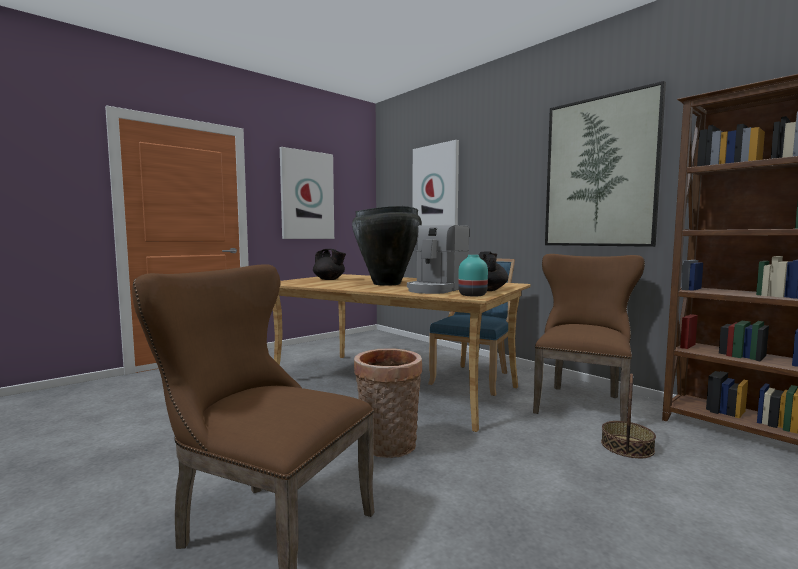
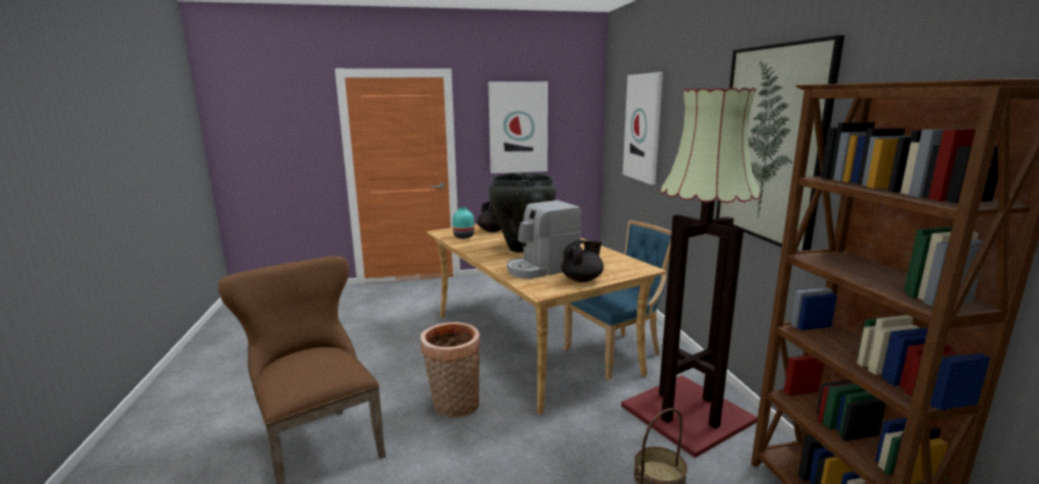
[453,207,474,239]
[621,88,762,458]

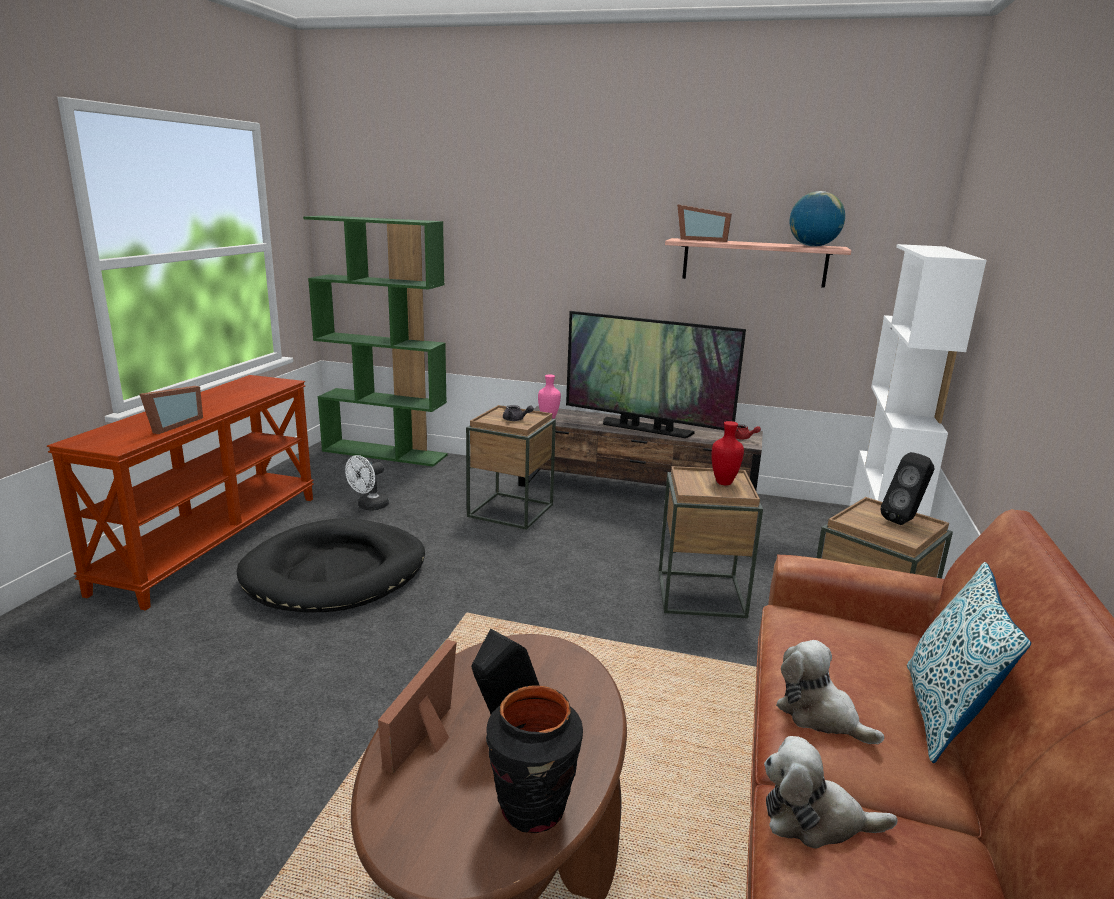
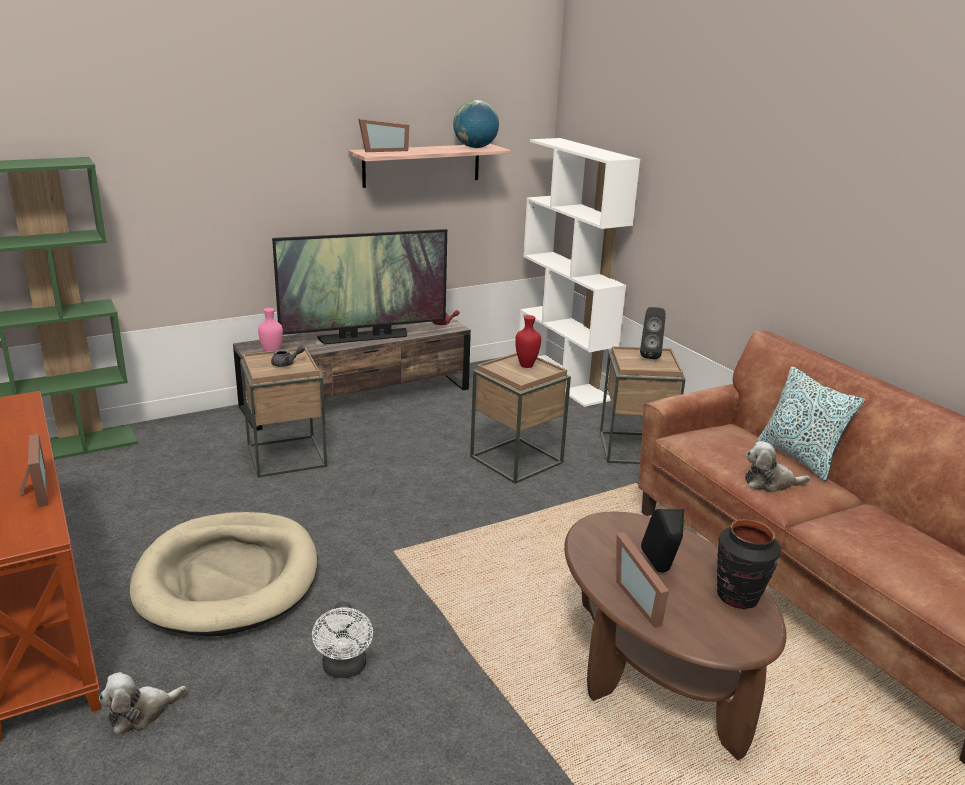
[312,601,373,678]
[99,672,187,735]
[129,512,317,636]

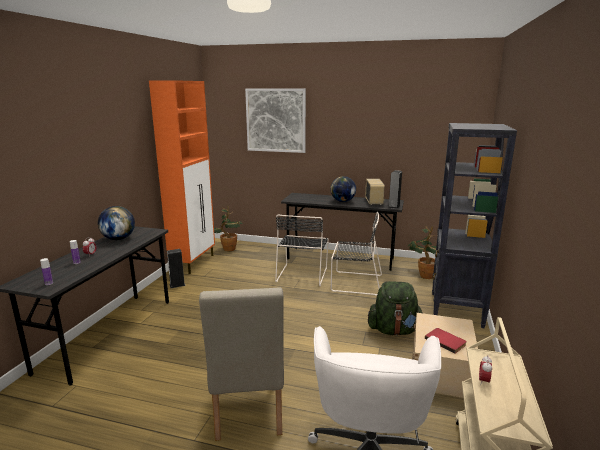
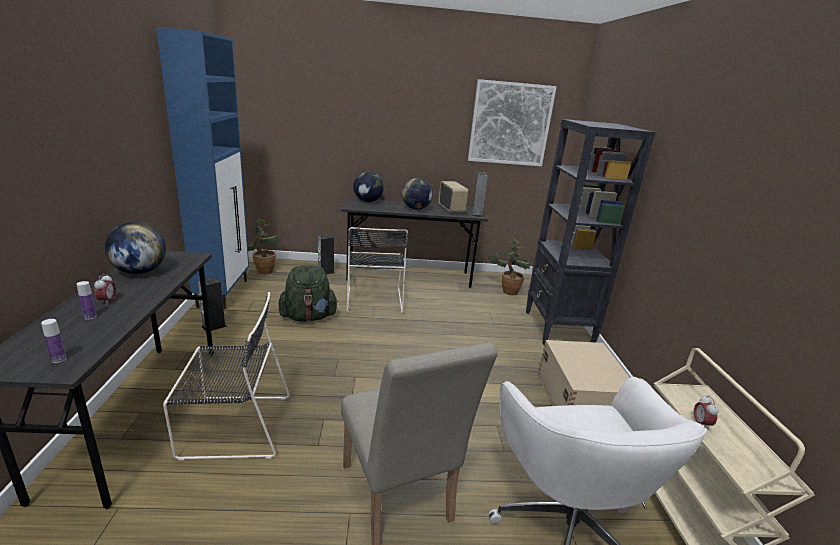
[425,328,467,353] (first image)
[318,234,334,275]
[353,171,384,202]
[468,79,557,167]
[163,292,290,460]
[278,266,338,322]
[156,27,249,309]

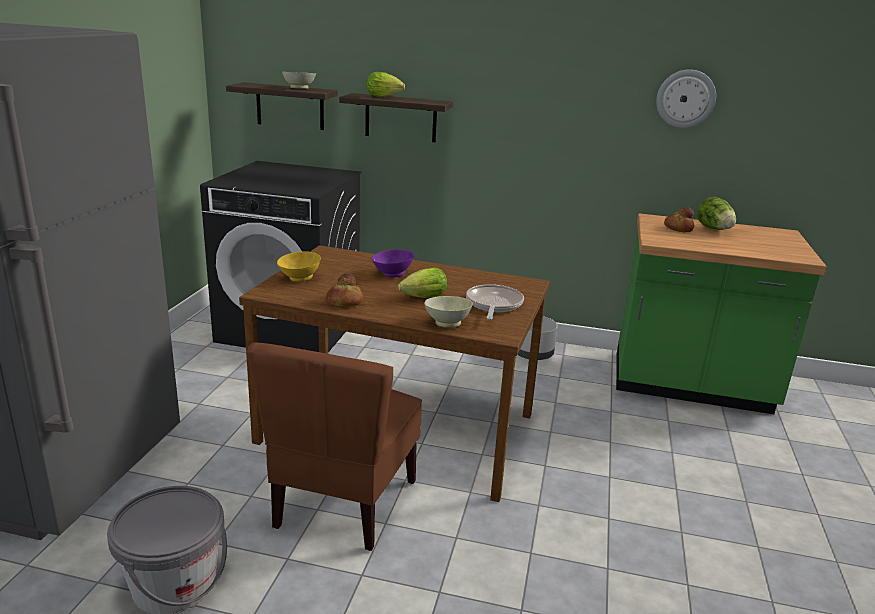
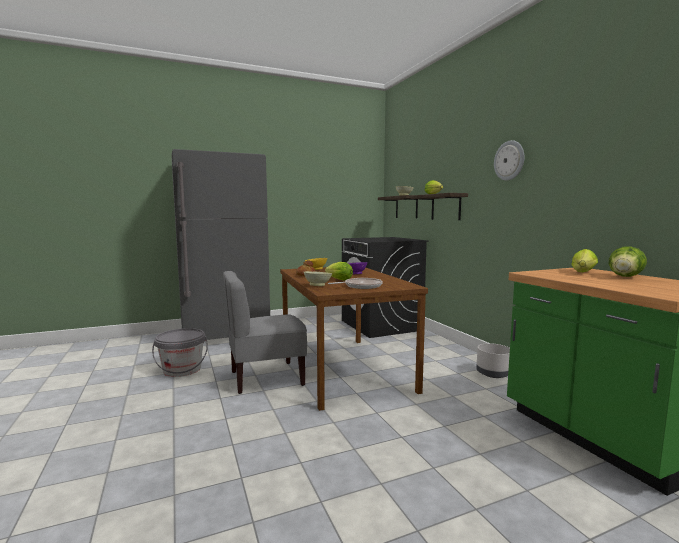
[494,140,524,181]
[571,249,598,272]
[223,271,307,394]

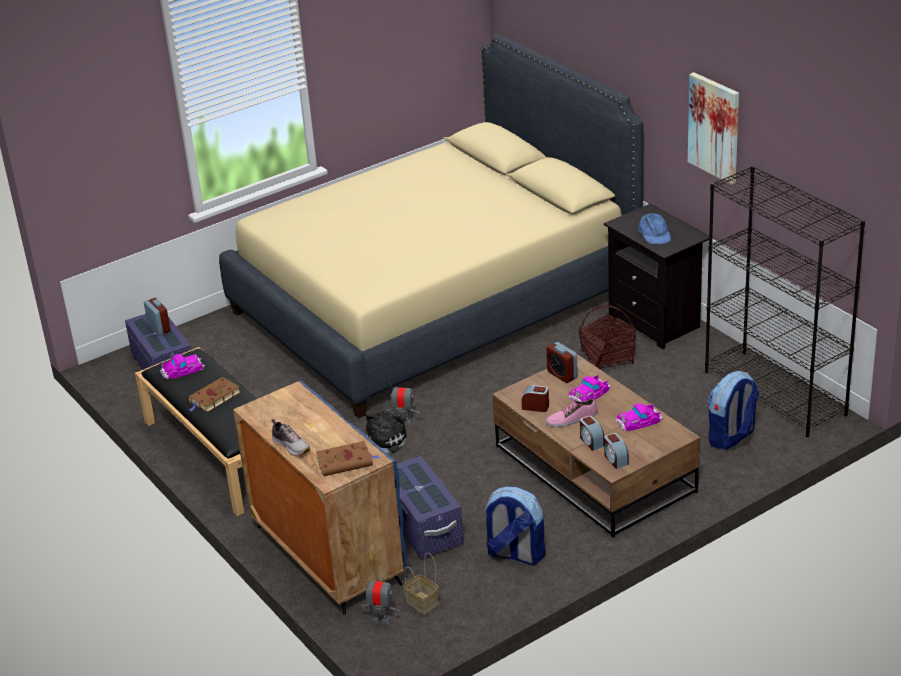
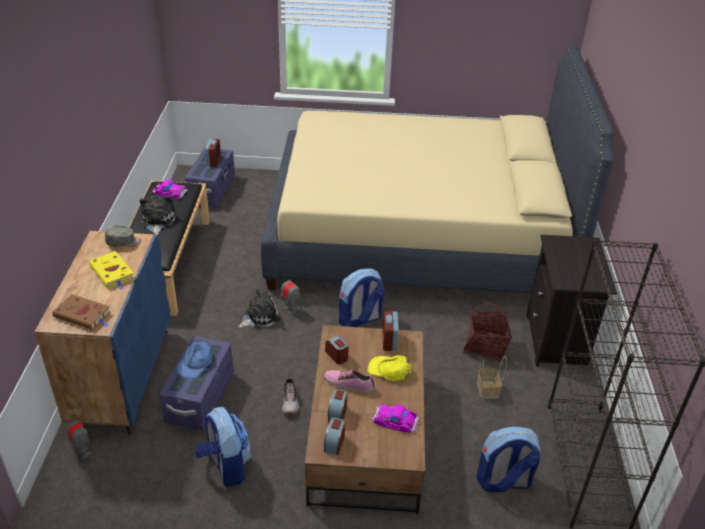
[688,72,739,184] (first image)
[89,251,135,290]
[105,225,142,247]
[339,268,384,327]
[282,374,299,414]
[477,357,507,399]
[176,340,213,379]
[139,195,175,235]
[368,355,411,381]

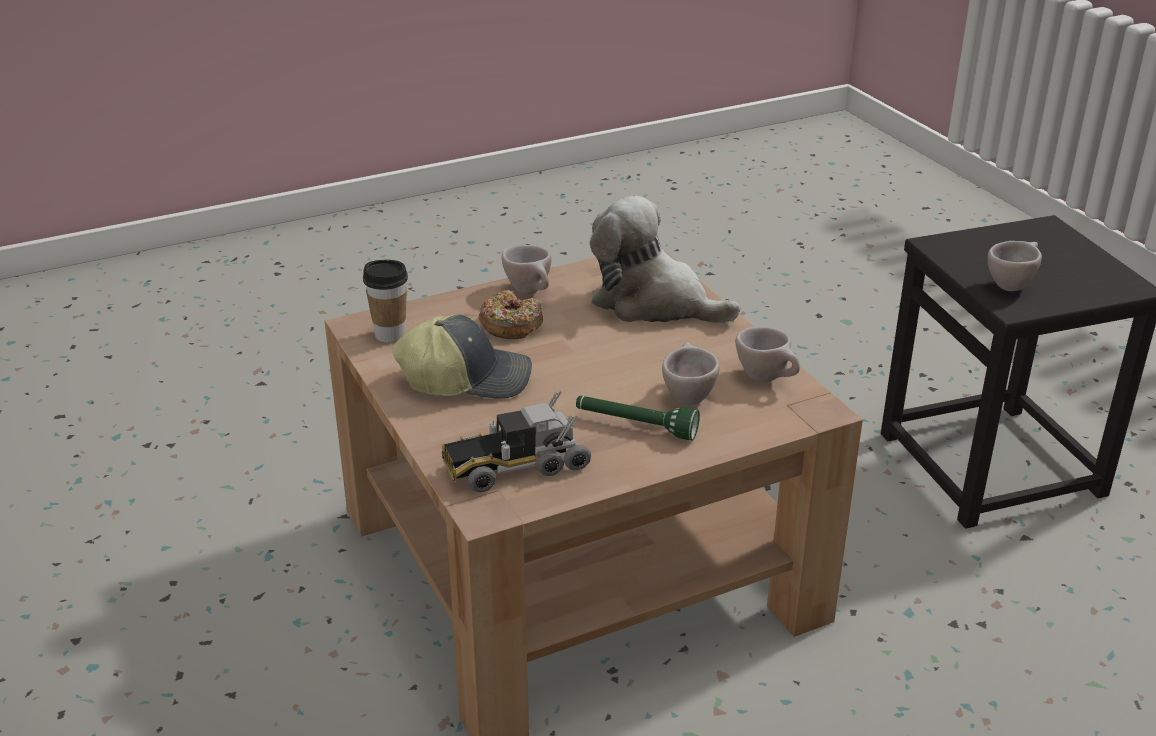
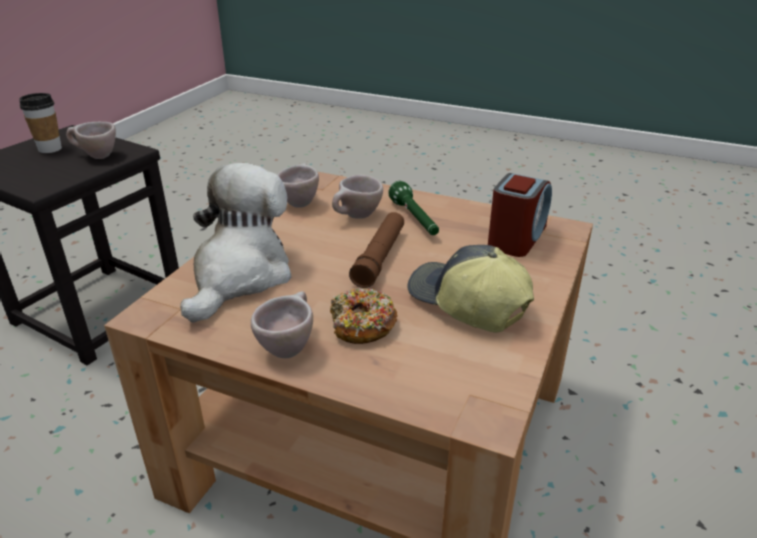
[349,212,404,288]
[19,93,62,153]
[488,173,552,257]
[180,163,291,323]

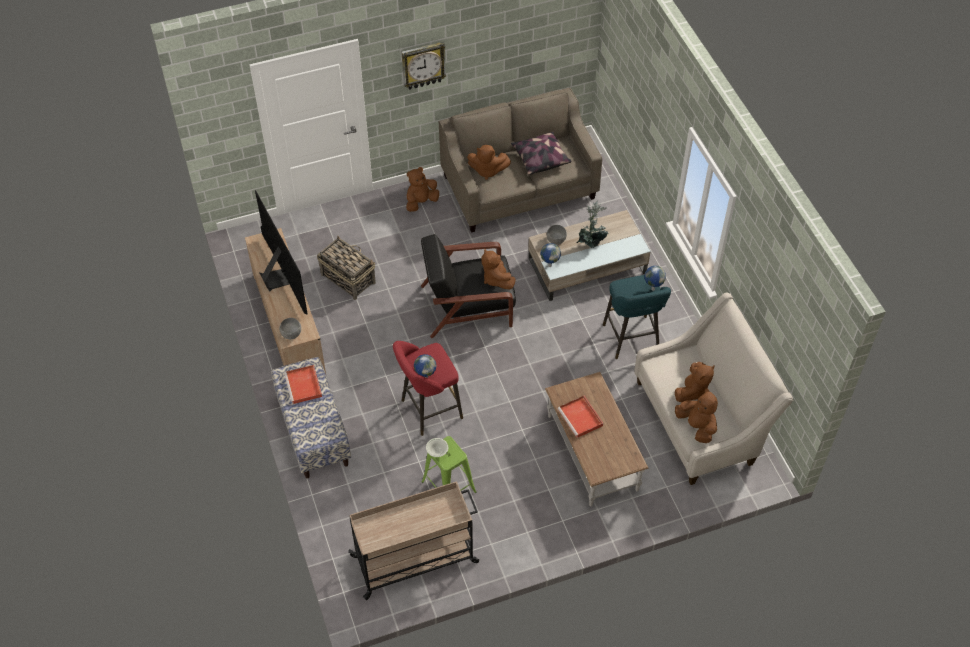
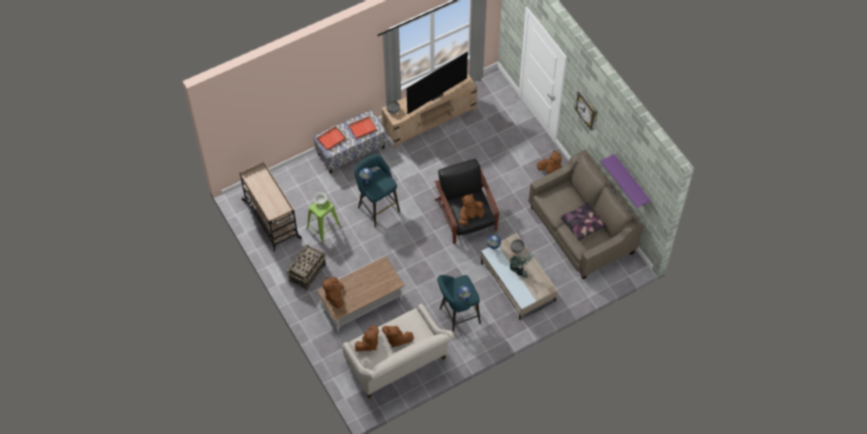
[601,154,651,208]
[287,244,326,291]
[323,277,344,308]
[317,126,346,151]
[354,154,400,228]

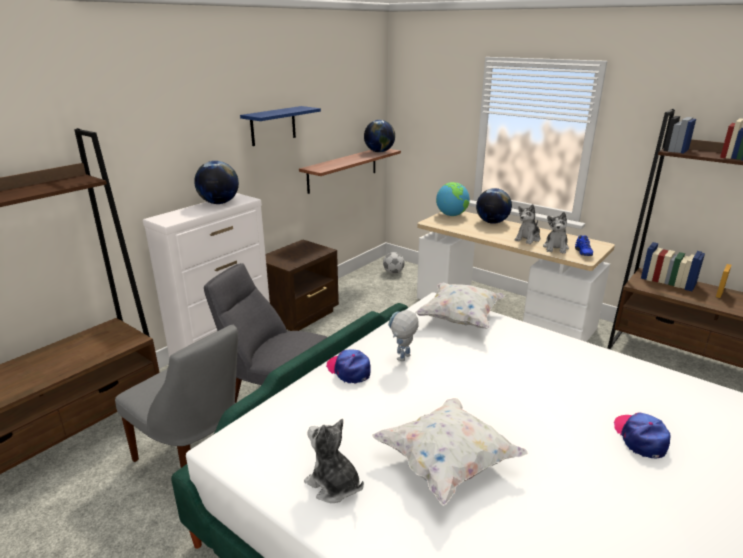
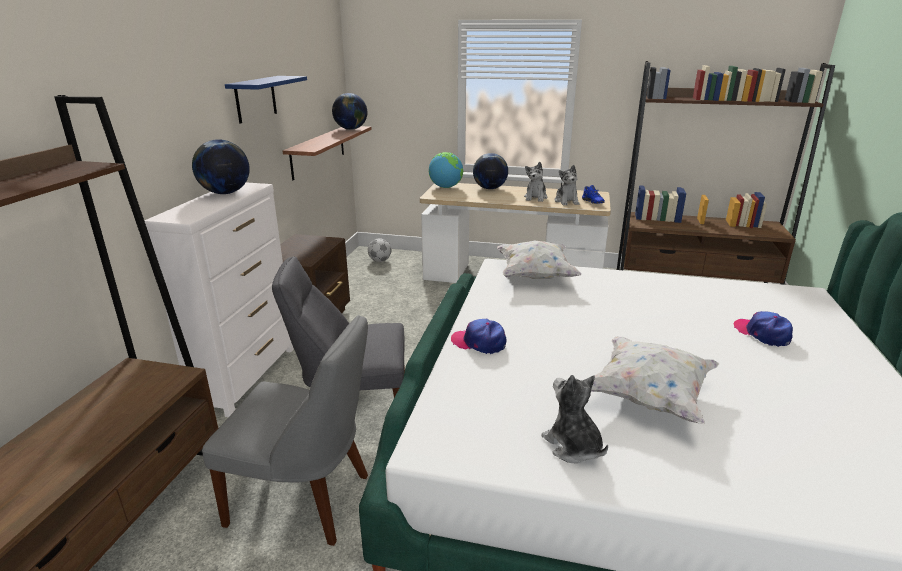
[388,310,419,361] (first image)
[541,375,608,464]

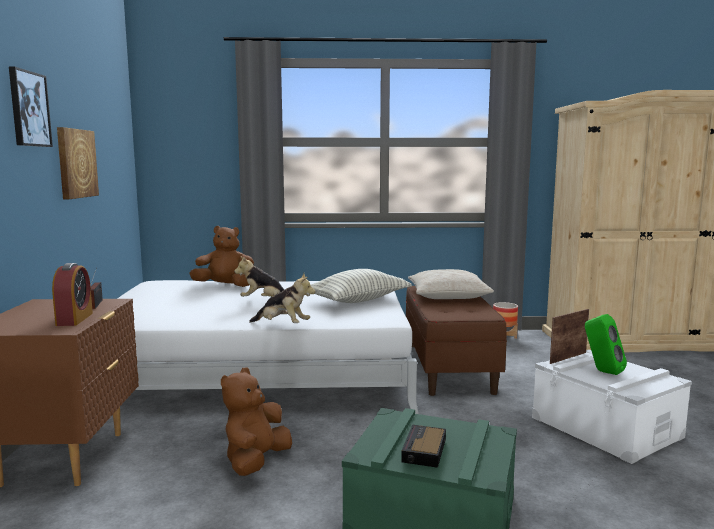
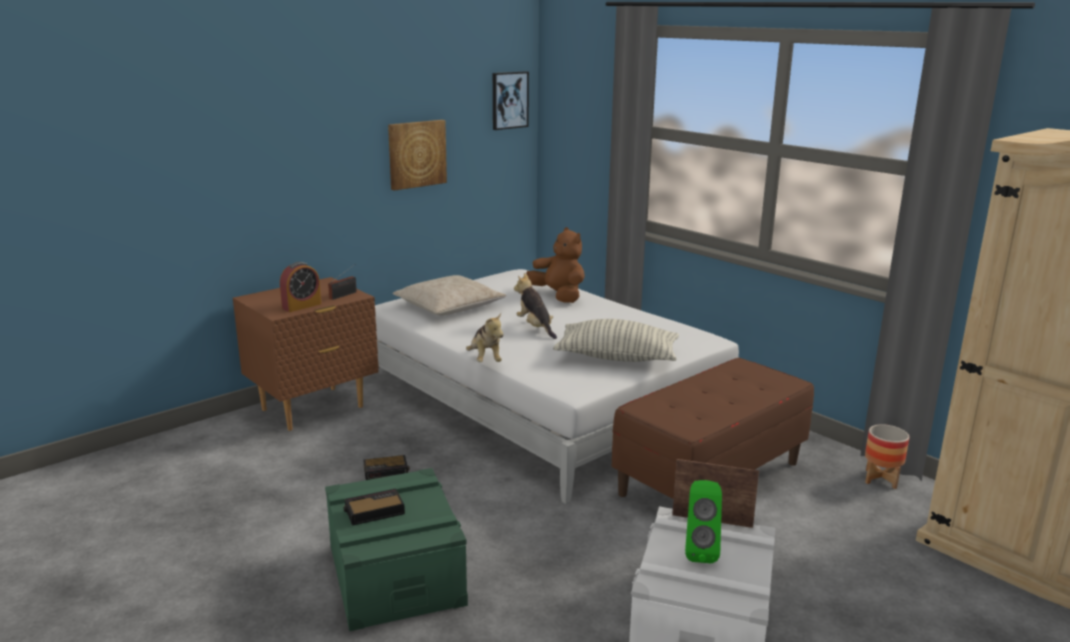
[493,71,529,130]
[393,275,507,316]
[363,455,410,480]

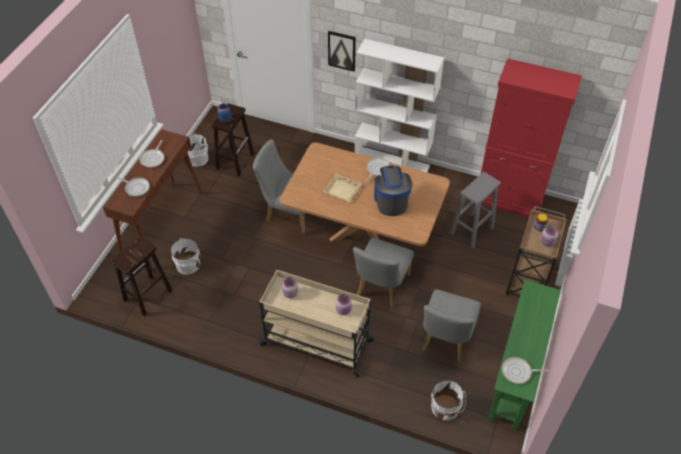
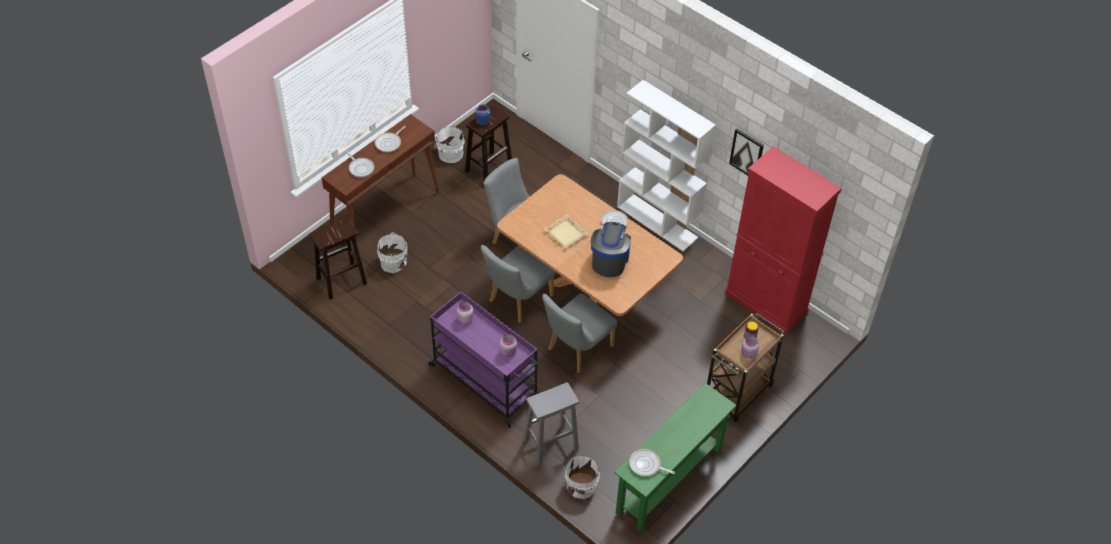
[729,129,764,175]
[481,245,555,323]
[524,382,579,466]
[427,292,540,428]

